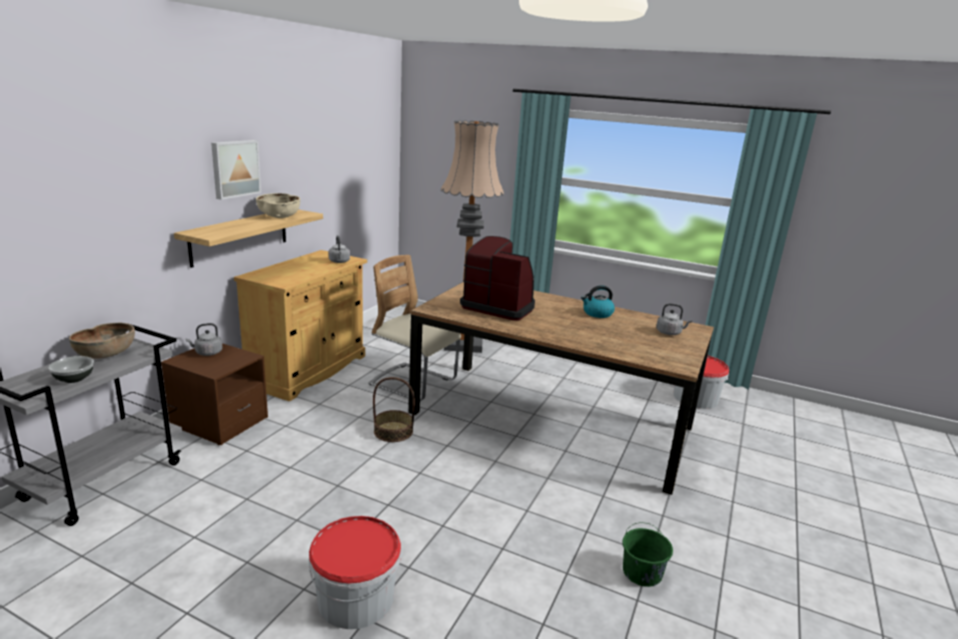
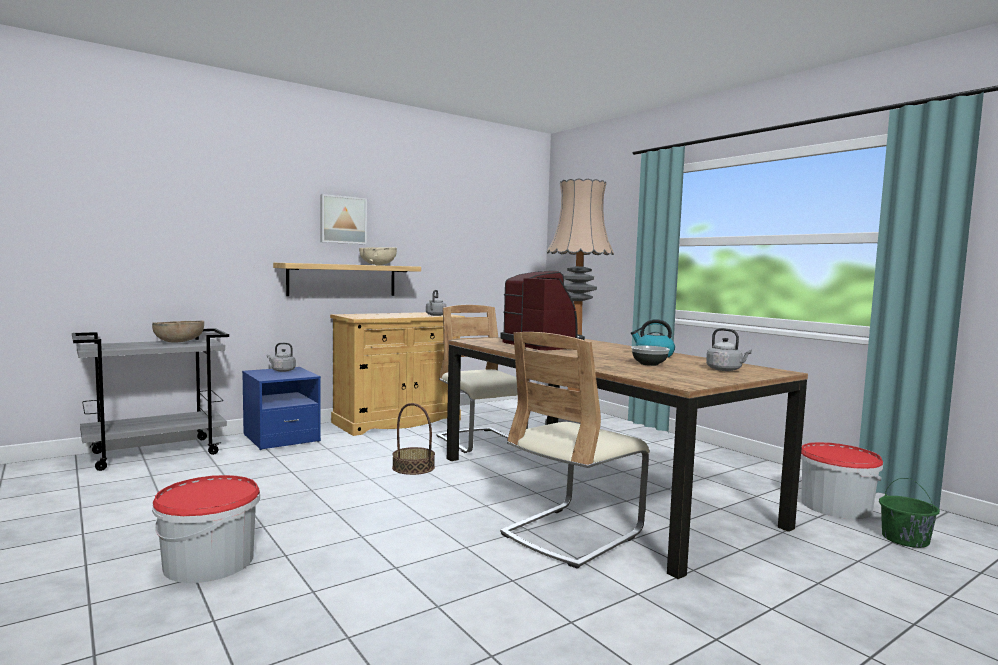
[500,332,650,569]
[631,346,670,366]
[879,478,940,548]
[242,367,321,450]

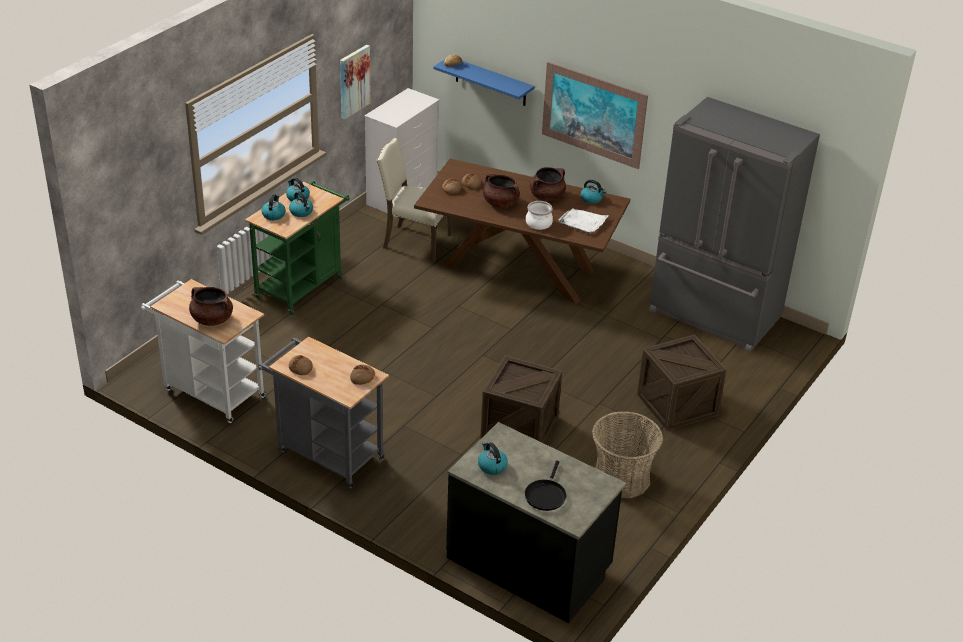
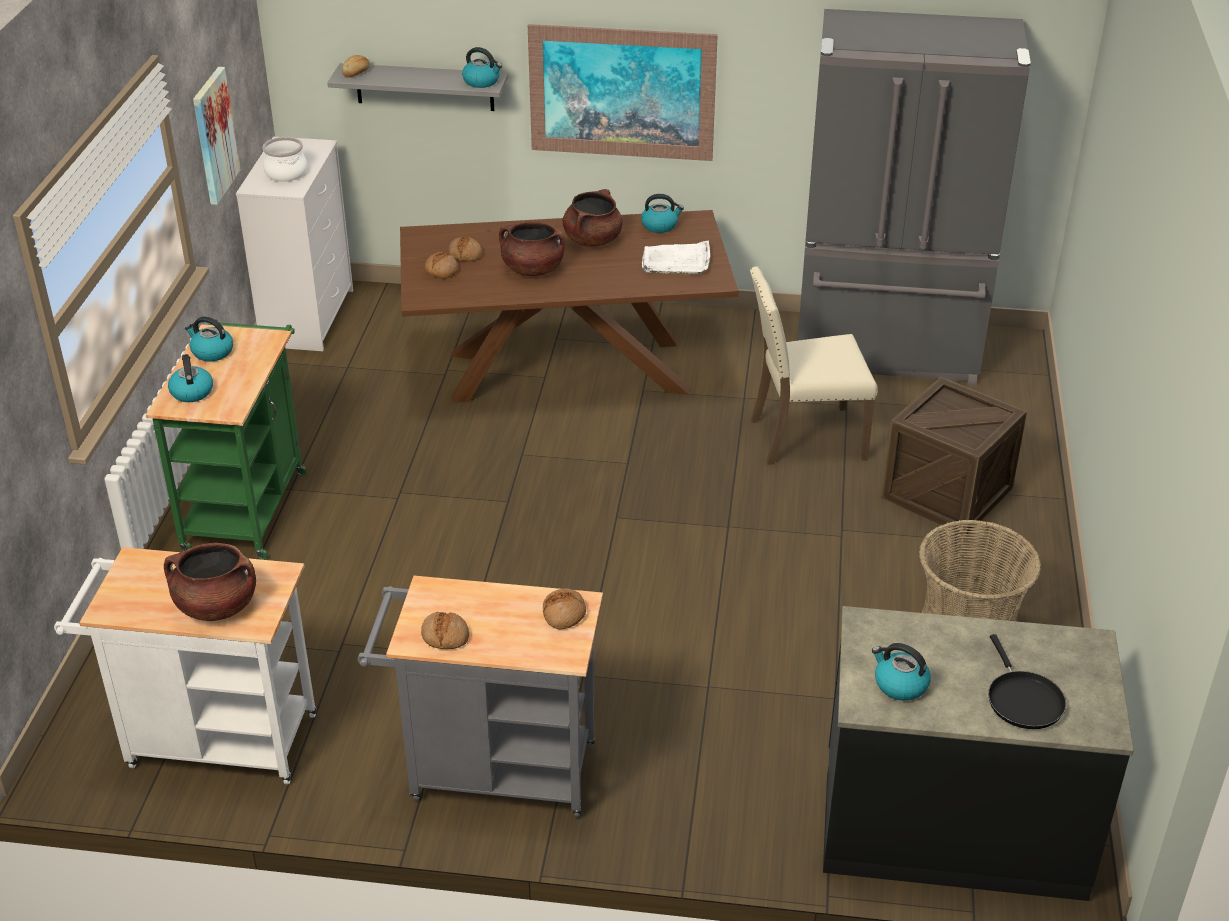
[480,355,562,443] (first image)
[462,47,502,88]
[750,267,878,465]
[263,137,307,182]
[327,63,508,111]

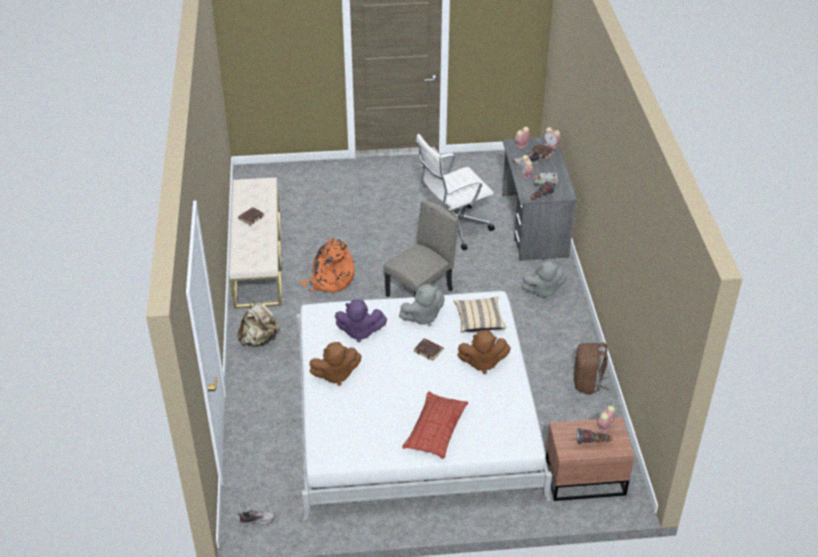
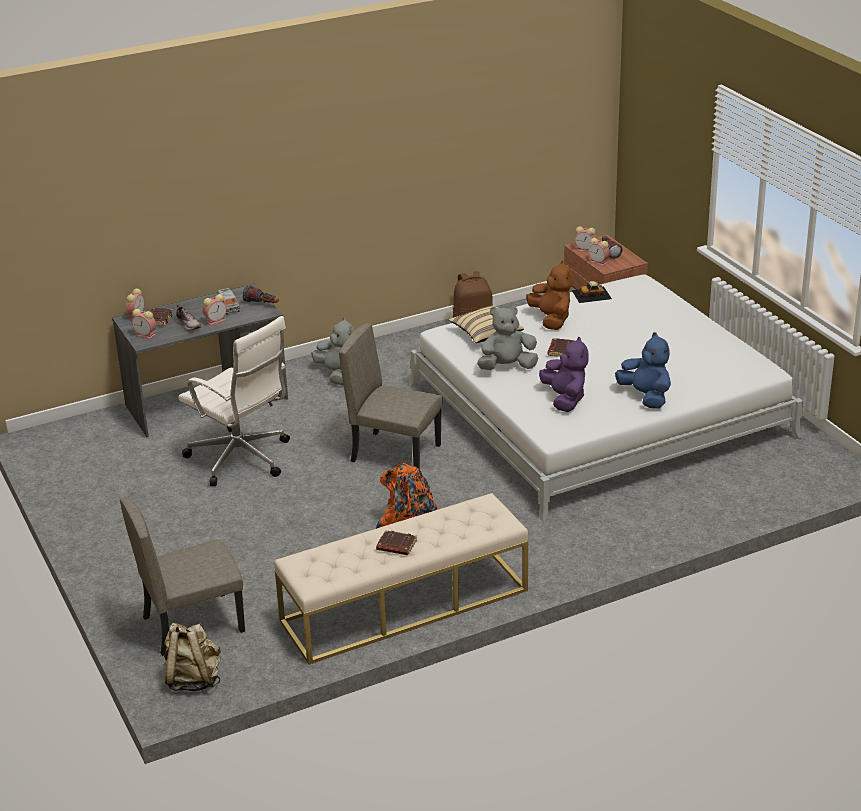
[238,510,275,526] (first image)
[402,391,468,459] (first image)
[120,497,245,656]
[572,281,612,303]
[588,238,610,266]
[164,623,221,691]
[615,332,671,408]
[477,306,538,370]

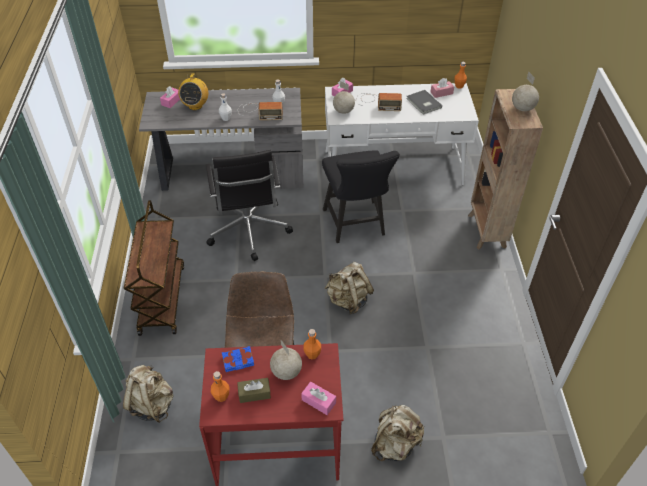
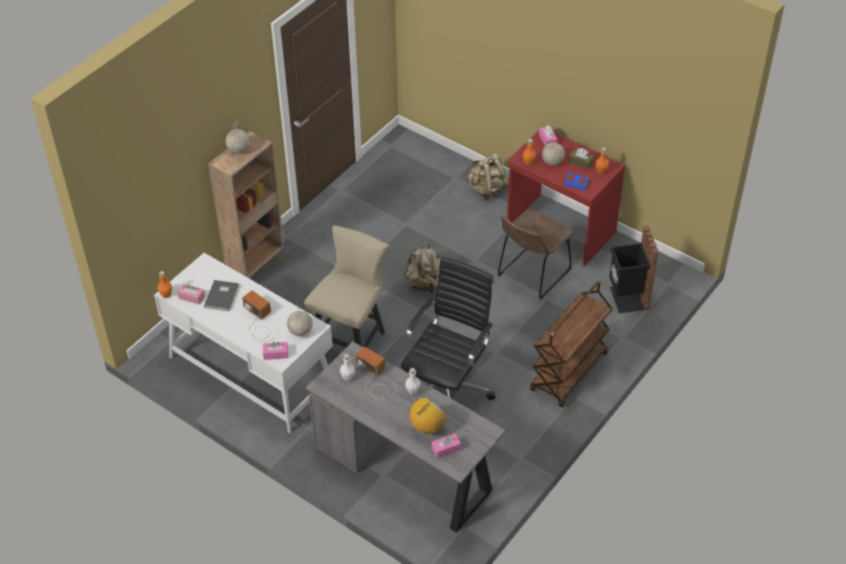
[609,226,659,313]
[304,225,389,348]

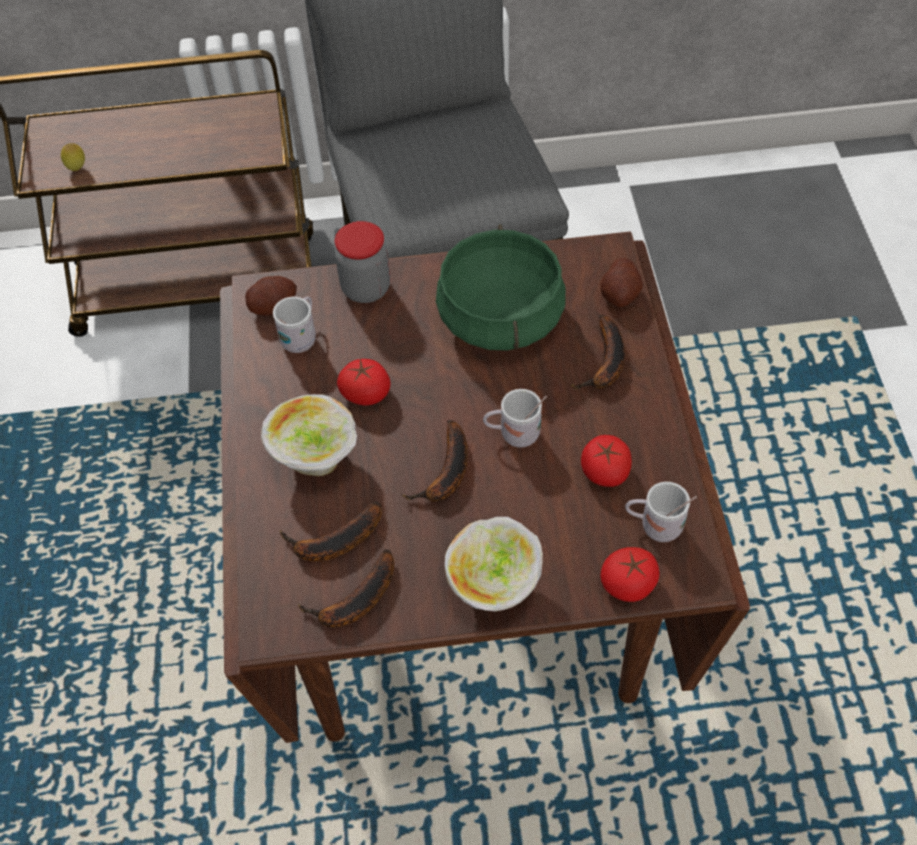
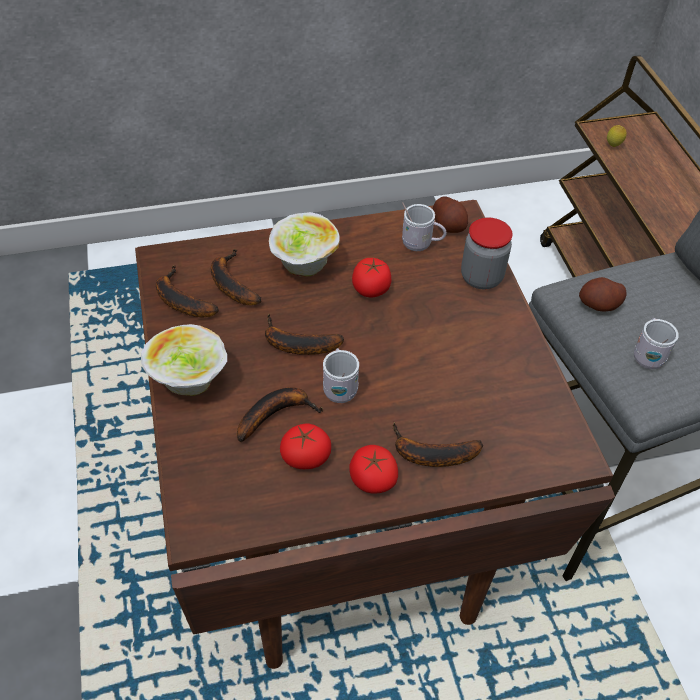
[436,224,566,351] (first image)
[237,387,323,443]
[349,445,398,494]
[579,277,627,312]
[634,318,679,369]

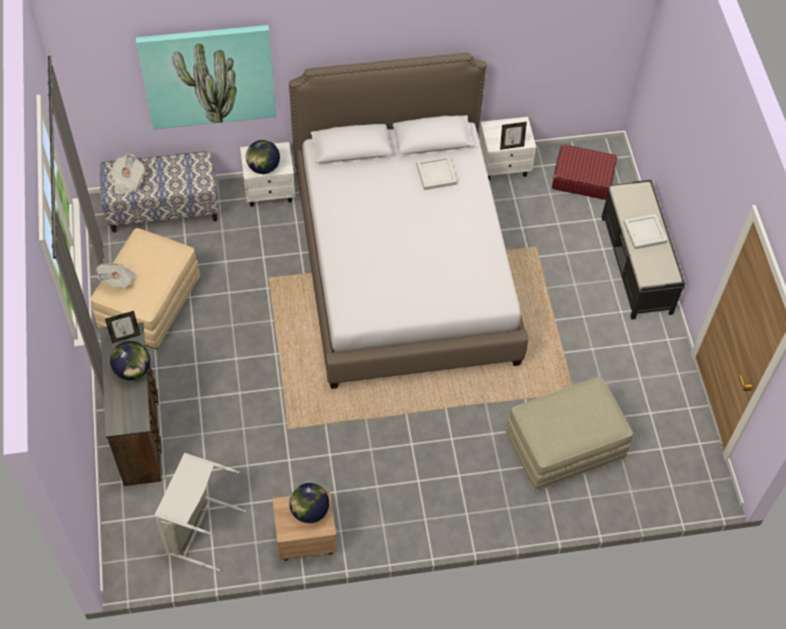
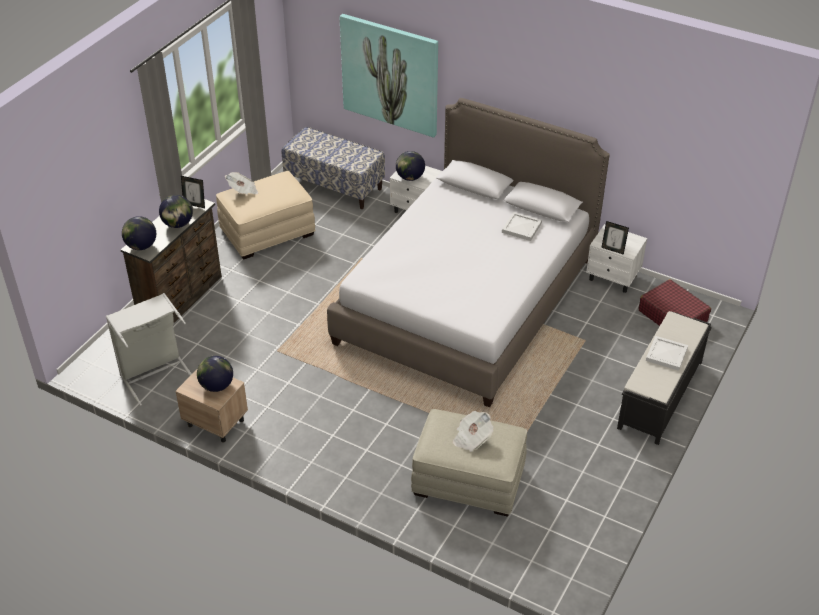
[122,216,156,250]
[452,411,494,452]

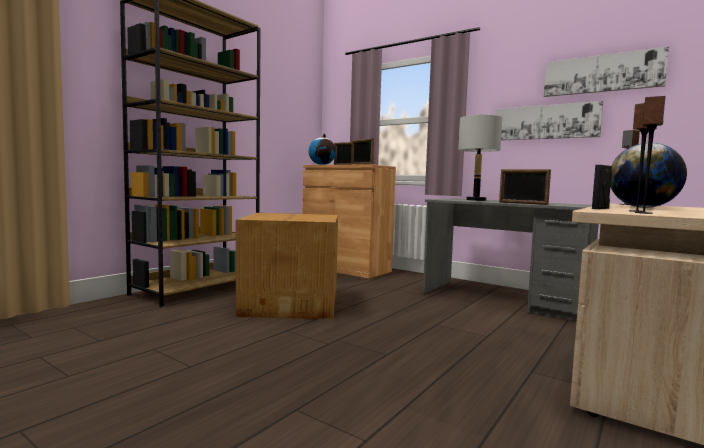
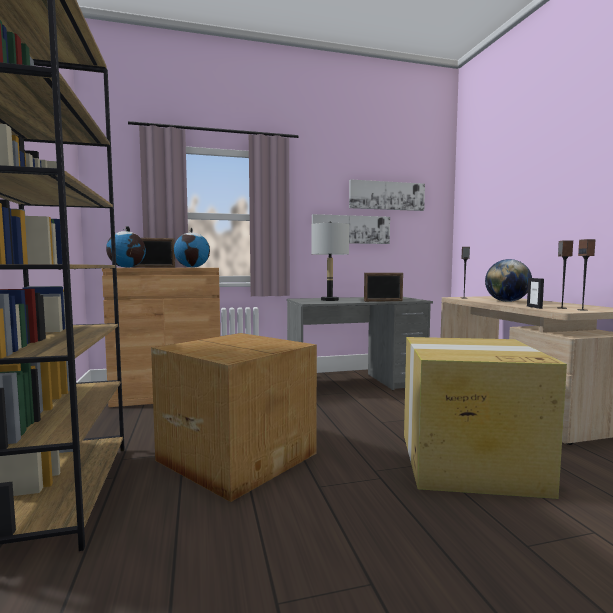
[404,337,567,499]
[174,228,210,268]

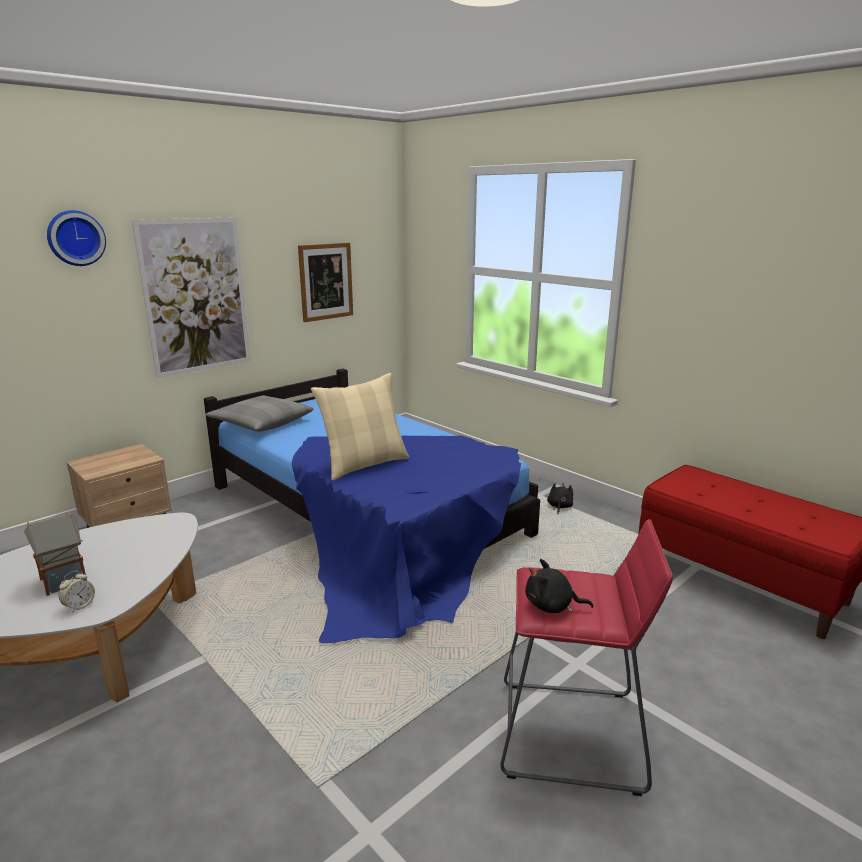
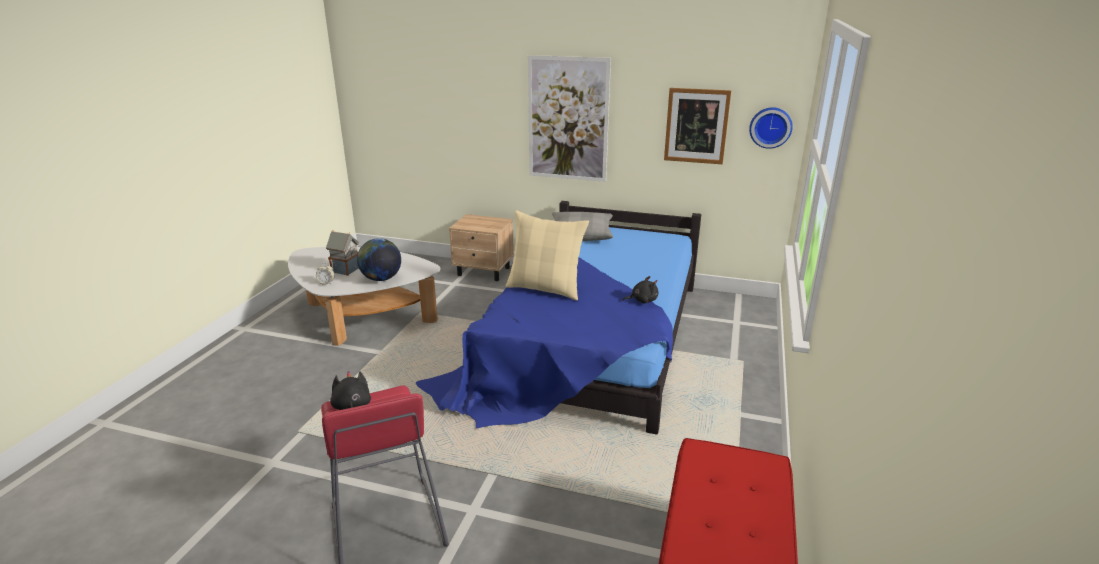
[357,238,401,281]
[749,107,793,149]
[622,276,658,304]

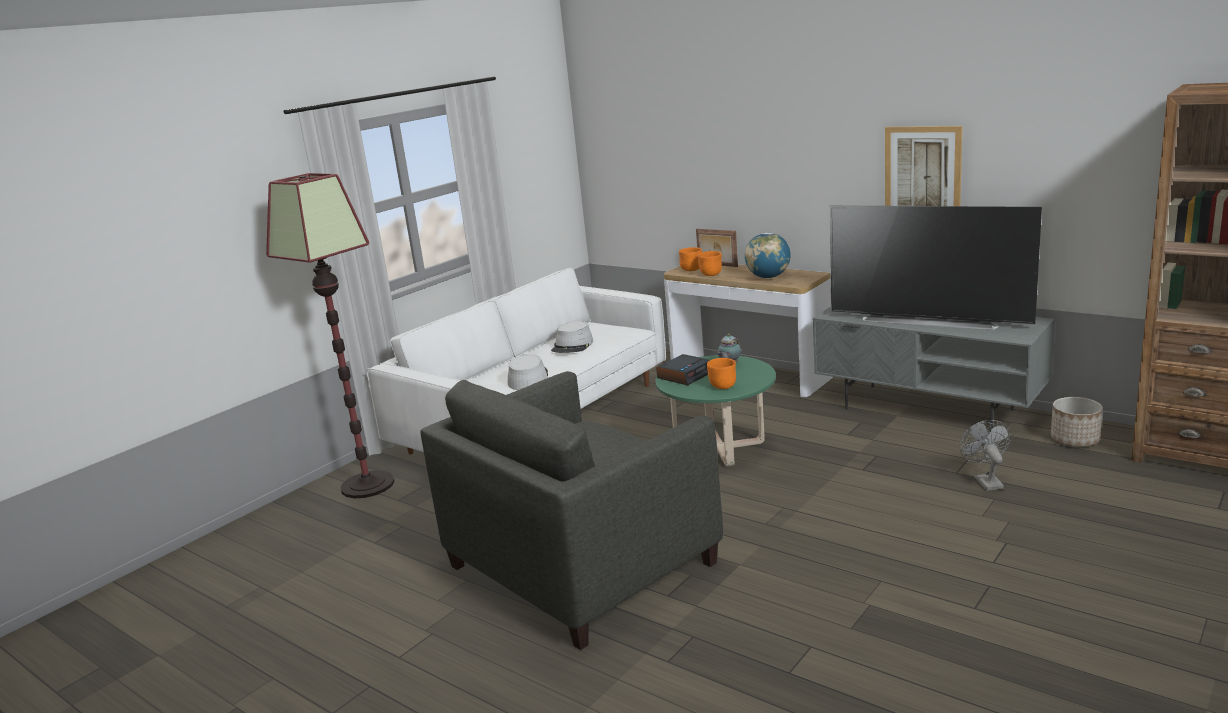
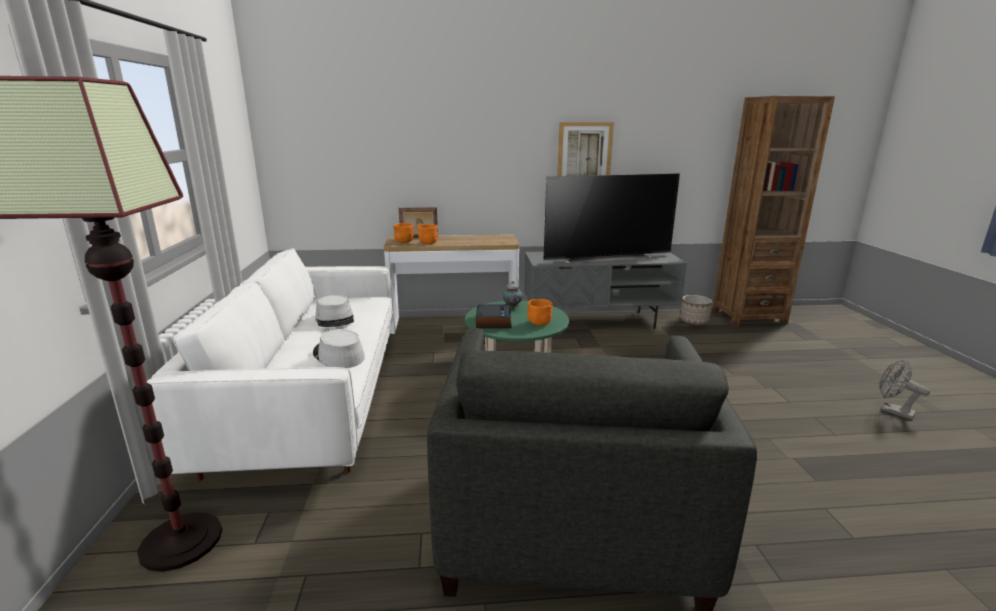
[745,233,791,278] (first image)
[879,360,930,420]

